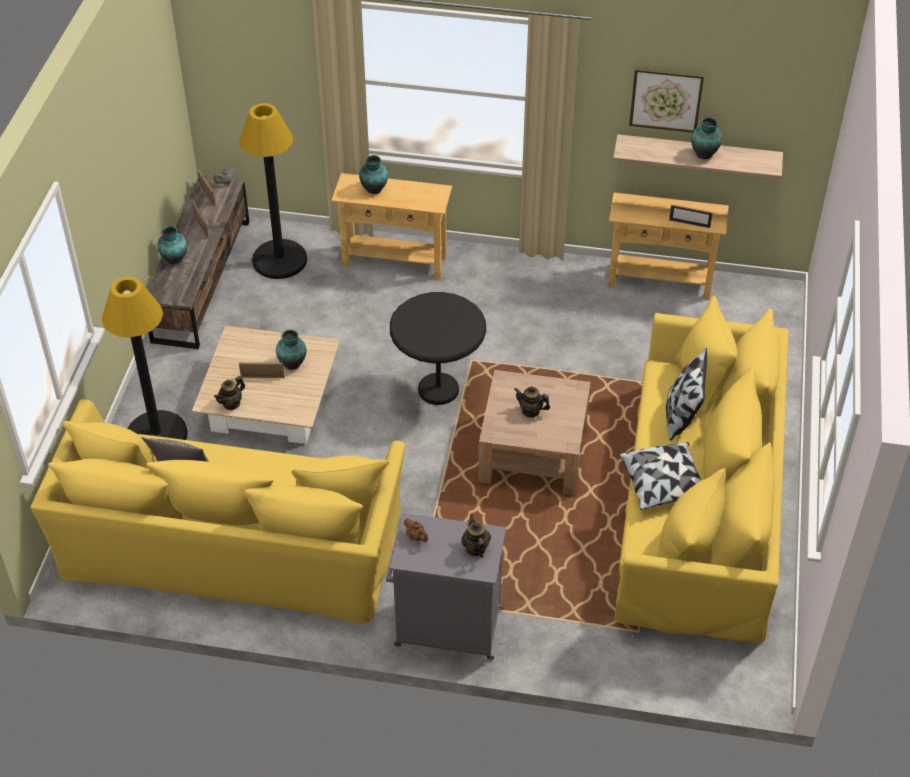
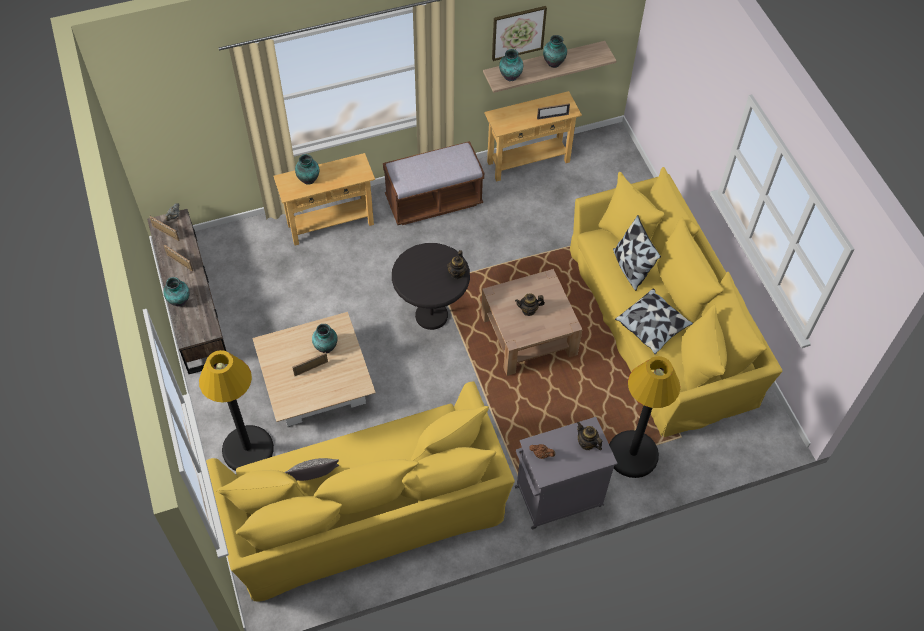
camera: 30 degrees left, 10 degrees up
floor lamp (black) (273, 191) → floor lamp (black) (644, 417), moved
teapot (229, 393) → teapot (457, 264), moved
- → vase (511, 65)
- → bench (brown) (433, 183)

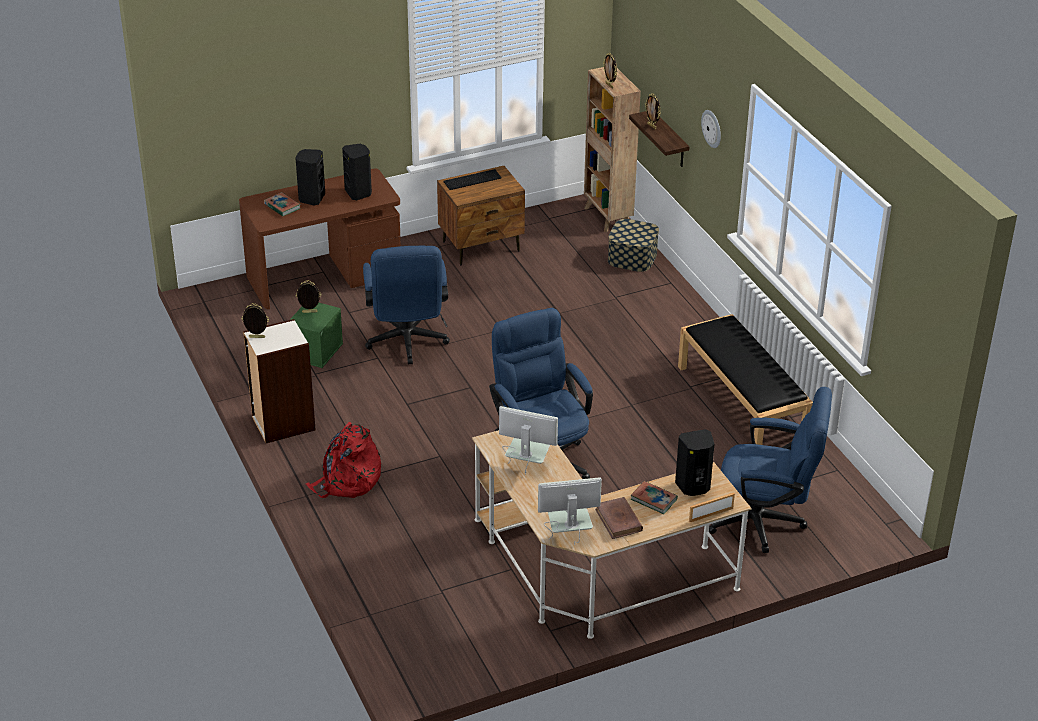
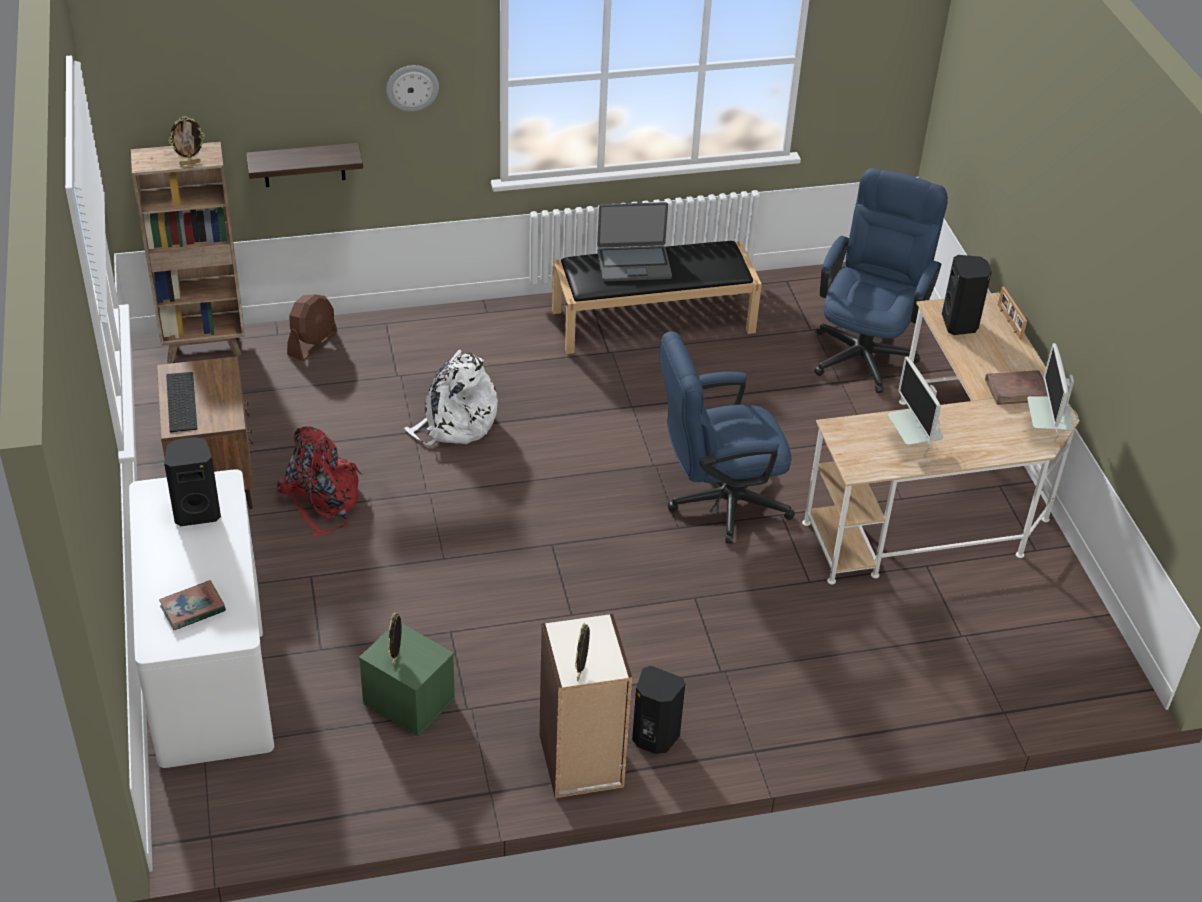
camera: 80 degrees left, 5 degrees up
picture frame (653, 111) → -
speaker (black) (310, 177) → speaker (black) (658, 710), moved
desk (brown) (320, 238) → desk (white) (202, 618)
storage box (633, 245) → fan (brown) (312, 327)
office chair (blue) (406, 305) → -
monitor (528, 440) → monitor (916, 410), 45 degrees counterclockwise
backpack (red) (343, 460) → backpack (red) (319, 481), moved
book (654, 497) → -
- → laptop (634, 241)
- → backpack (white) (451, 397)

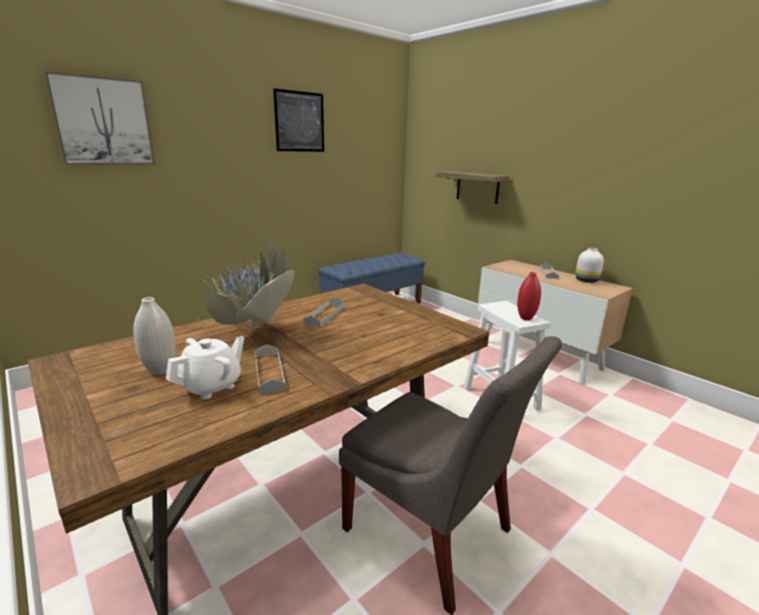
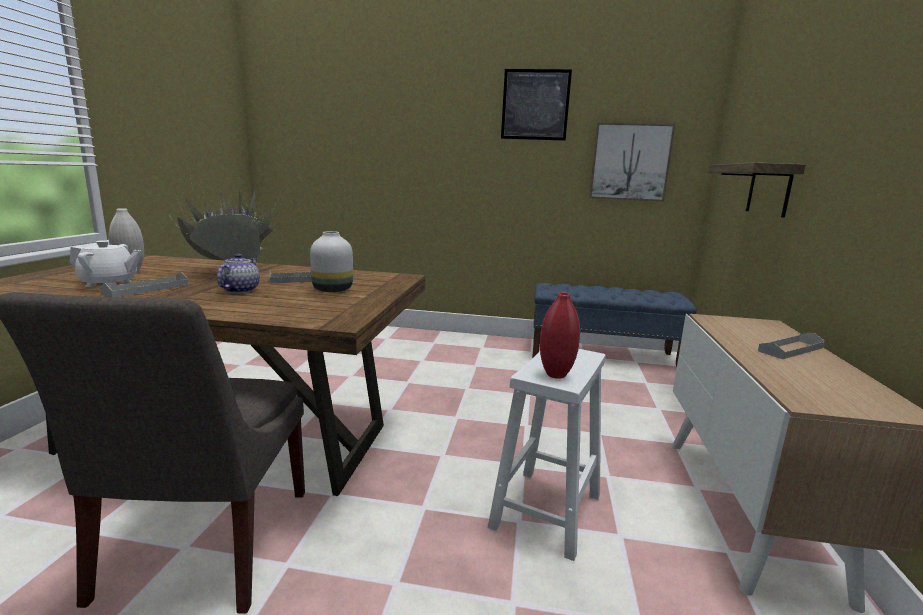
camera: 50 degrees right, 5 degrees down
picture (99, 118) → picture (632, 161), moved
vase (white) (589, 265) → vase (white) (331, 261), moved
- → teapot (238, 273)

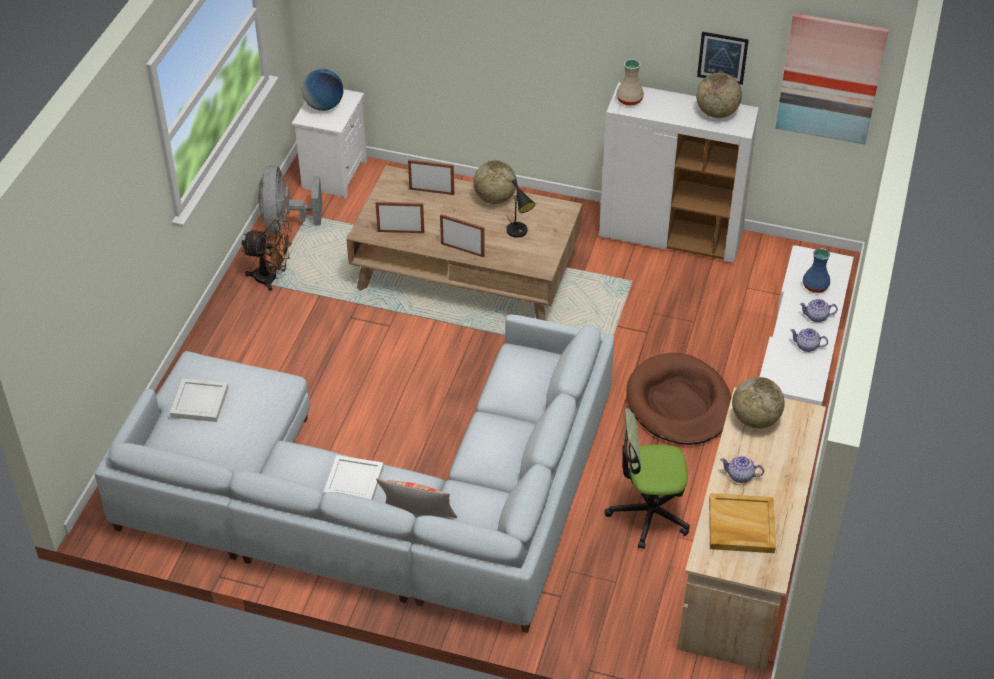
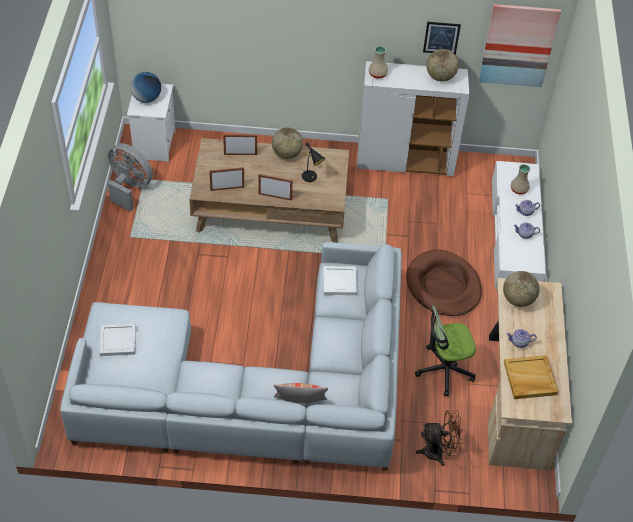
camera: 15 degrees left, 5 degrees up
fan (grey) (290, 200) → fan (grey) (130, 177), 135 degrees clockwise
fan (brown) (266, 255) → fan (brown) (439, 438), moved
vase (blue) (816, 270) → vase (beige) (520, 179)
tray (white) (353, 477) → tray (white) (340, 280), moved

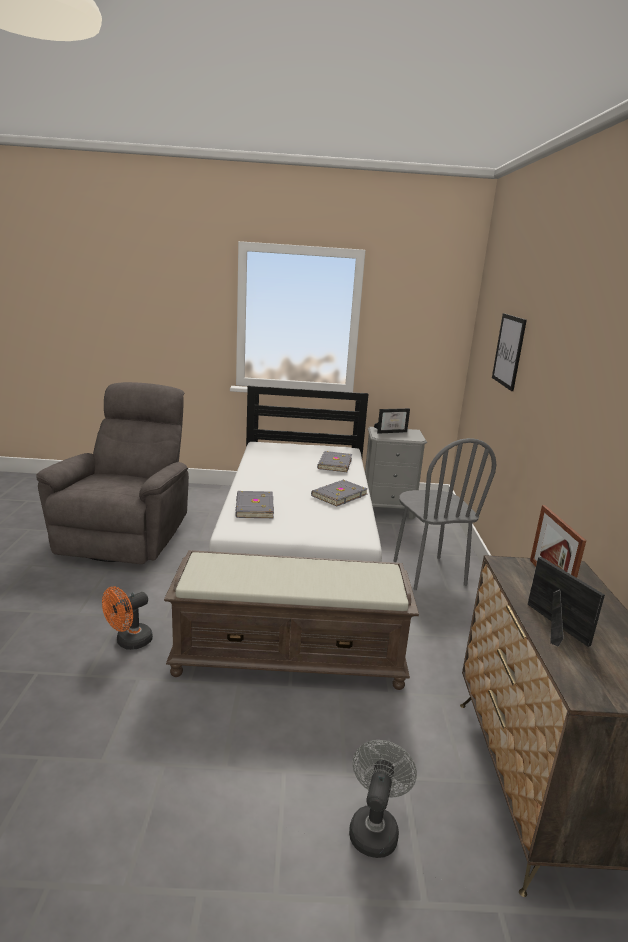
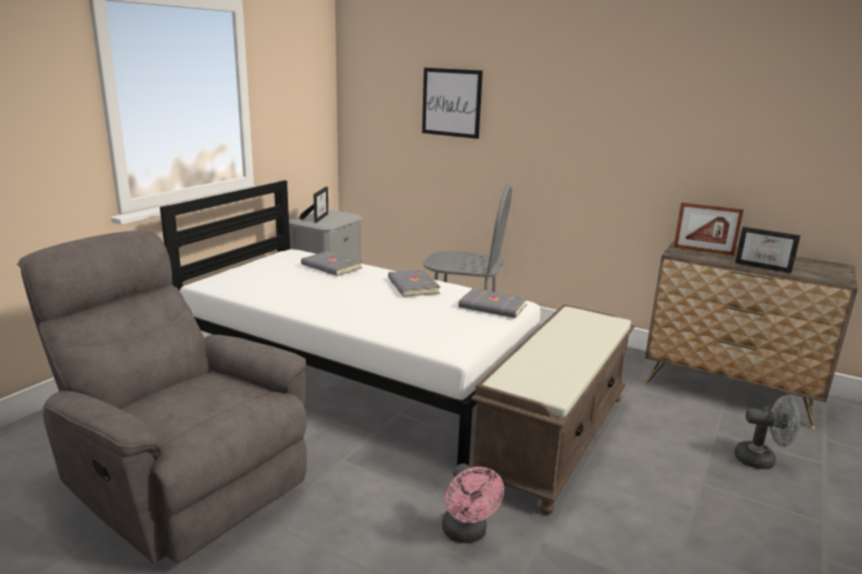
camera: 60 degrees left, 0 degrees up
book (grey) (254, 504) → book (grey) (493, 303), moved
picture frame (566, 602) → picture frame (768, 250), 150 degrees counterclockwise
fan (orange) (127, 618) → fan (pink) (473, 503)
fan (grey) (383, 799) → fan (grey) (767, 432), 150 degrees clockwise

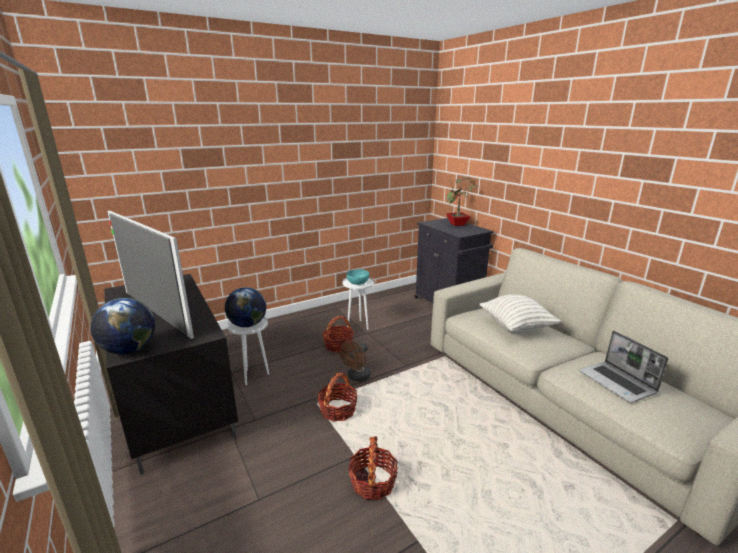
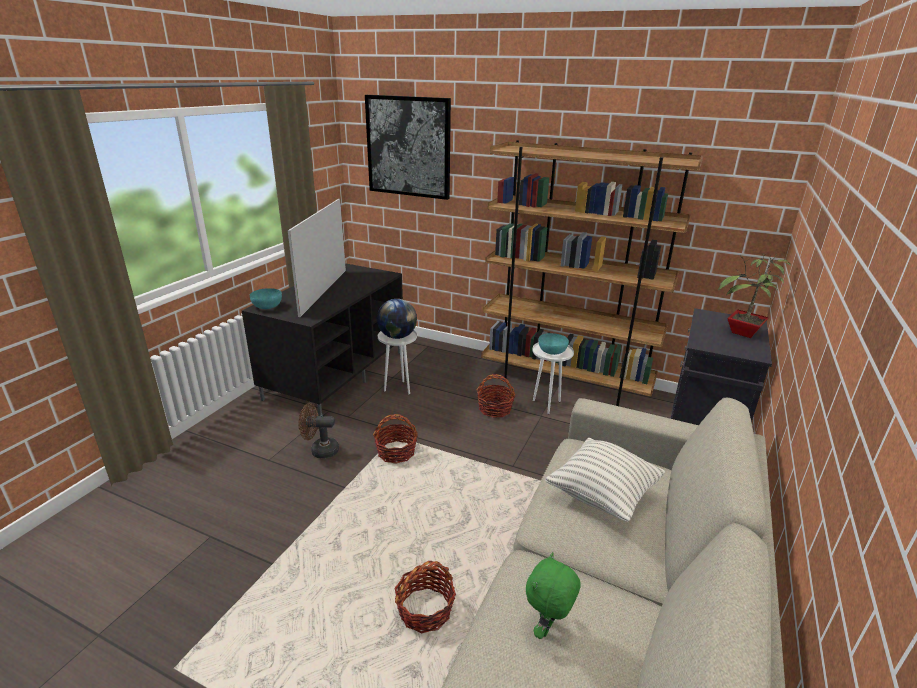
camera: 55 degrees right, 5 degrees up
globe (122, 326) → bowl (turquoise) (266, 298)
laptop (623, 367) → plush toy (green) (553, 595)
fan (brown) (355, 361) → fan (brown) (318, 430), moved
basket (373, 468) → basket (425, 597), moved
- → picture (408, 147)
- → bookcase (brown) (592, 273)

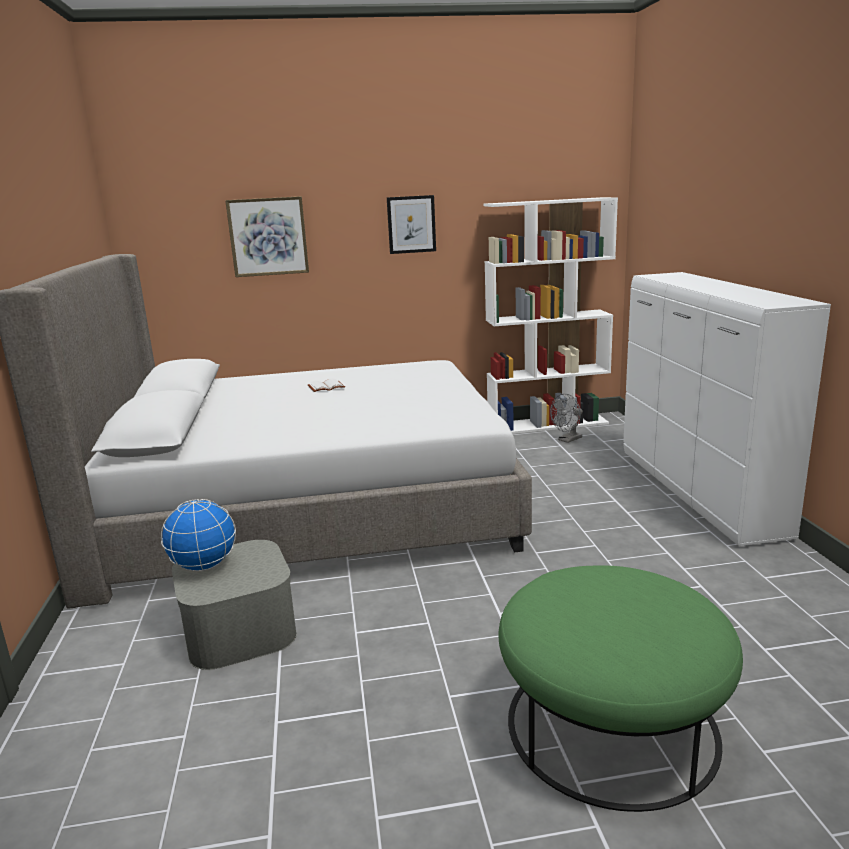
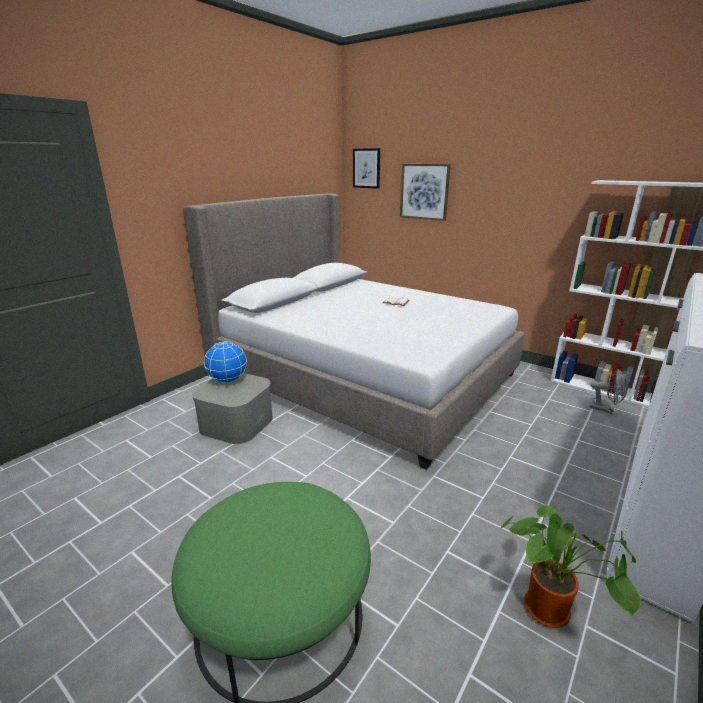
camera: 45 degrees right, 5 degrees up
picture (411, 224) → picture (366, 168), moved
fan (grey) (566, 418) → fan (grey) (609, 391), 150 degrees counterclockwise
- → potted plant (570, 566)

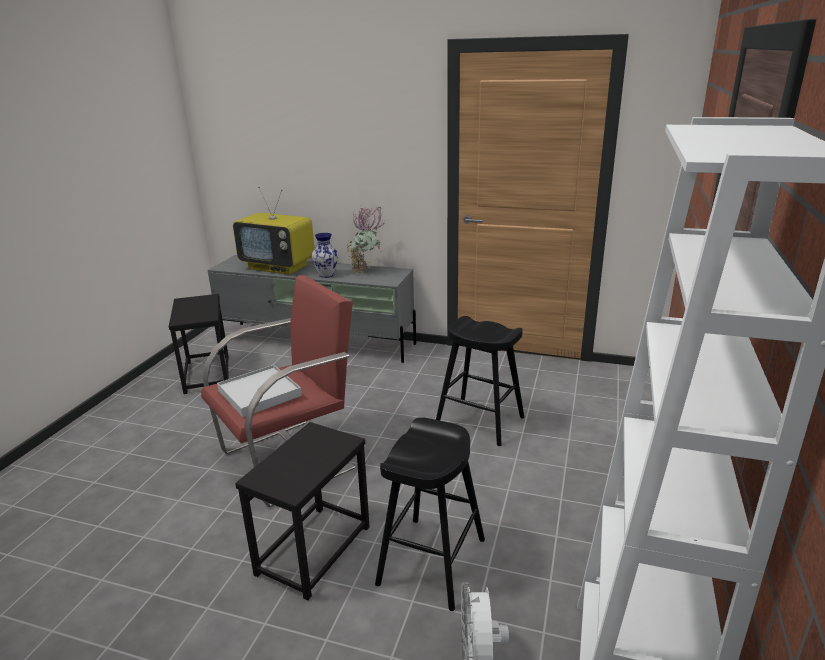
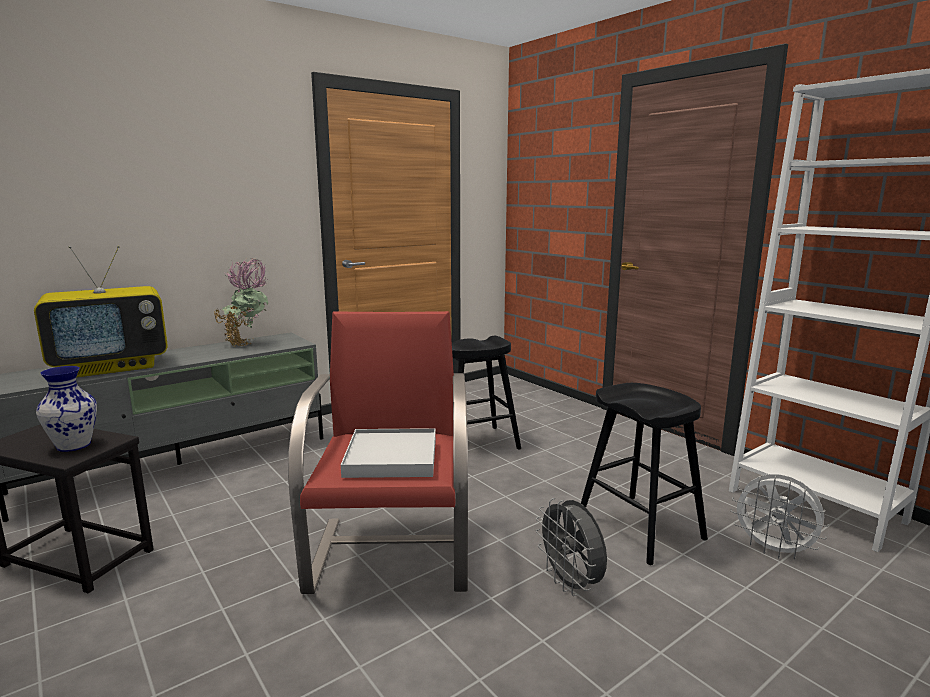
camera: 55 degrees left, 10 degrees down
vase (325, 255) → vase (66, 409), moved
side table (black) (302, 511) → fan (grey) (571, 547)

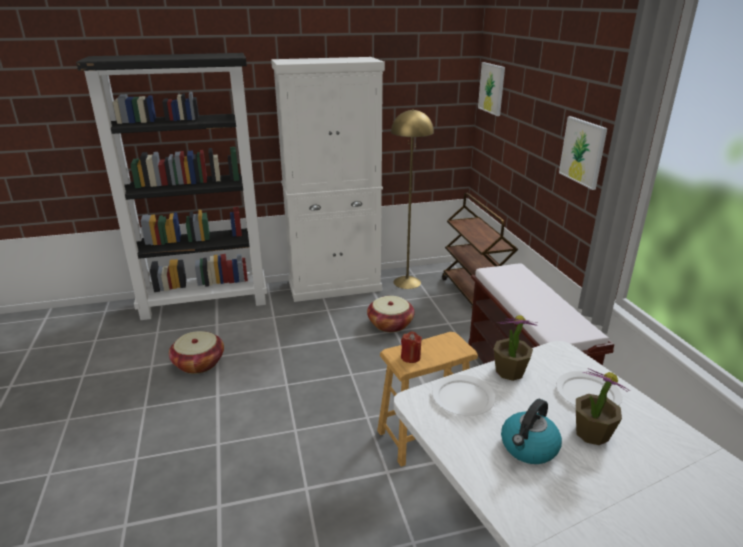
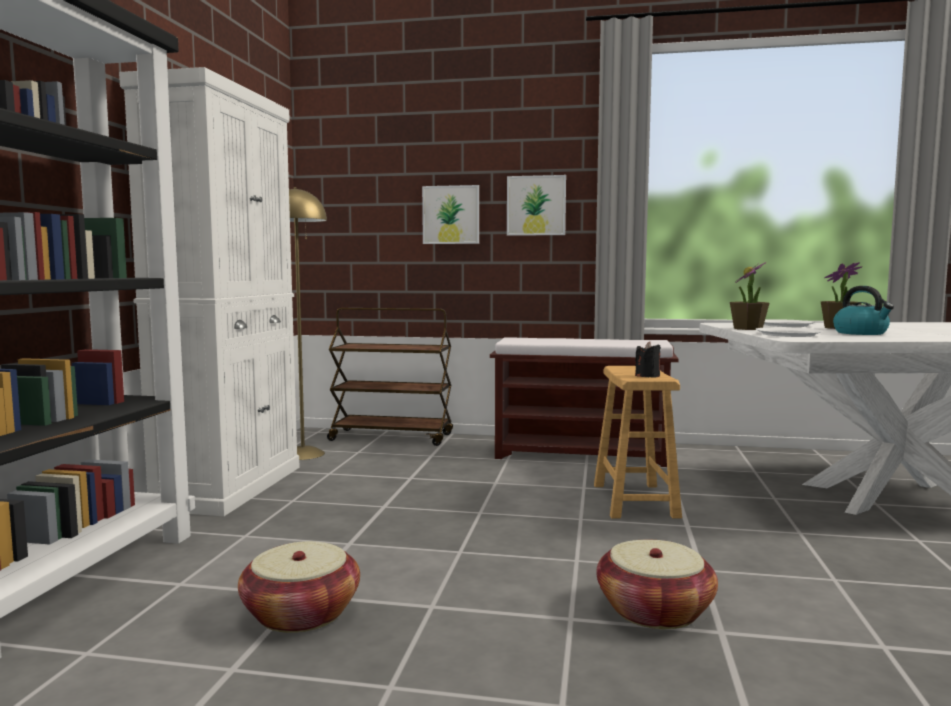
camera: 65 degrees left, 20 degrees down
picture (491, 89) → picture (450, 214), moved
basket (391, 314) → basket (657, 584), moved
candle (red) (411, 347) → candle (black) (648, 359)

